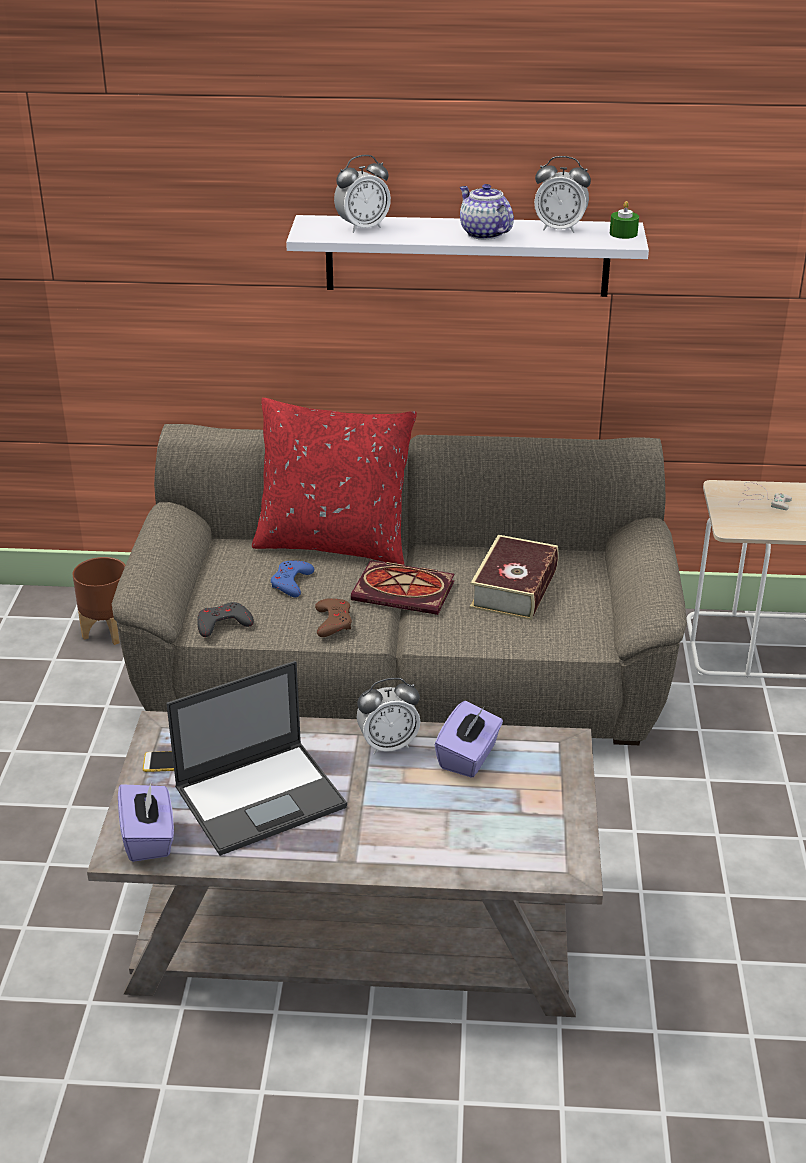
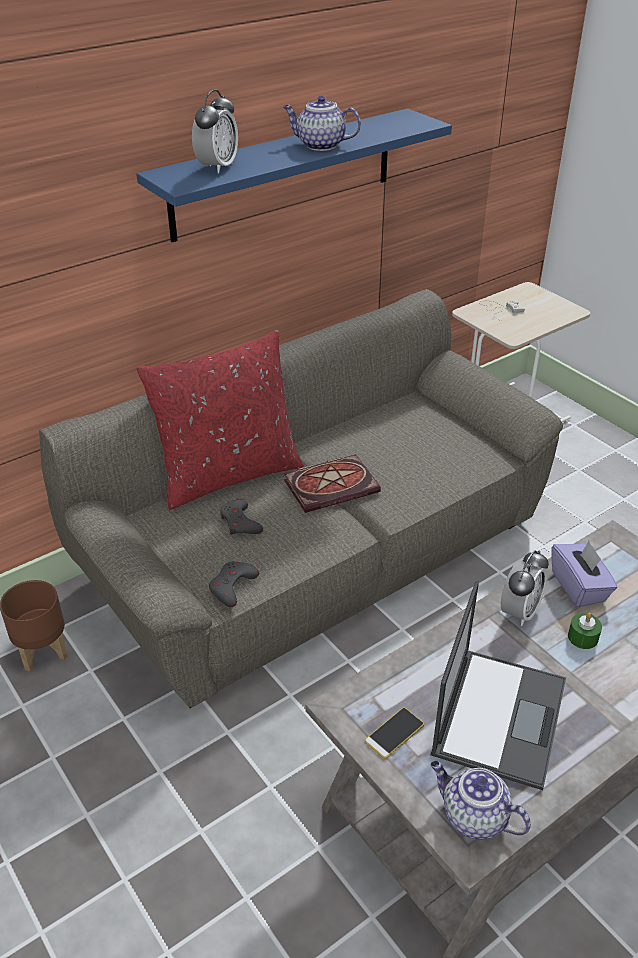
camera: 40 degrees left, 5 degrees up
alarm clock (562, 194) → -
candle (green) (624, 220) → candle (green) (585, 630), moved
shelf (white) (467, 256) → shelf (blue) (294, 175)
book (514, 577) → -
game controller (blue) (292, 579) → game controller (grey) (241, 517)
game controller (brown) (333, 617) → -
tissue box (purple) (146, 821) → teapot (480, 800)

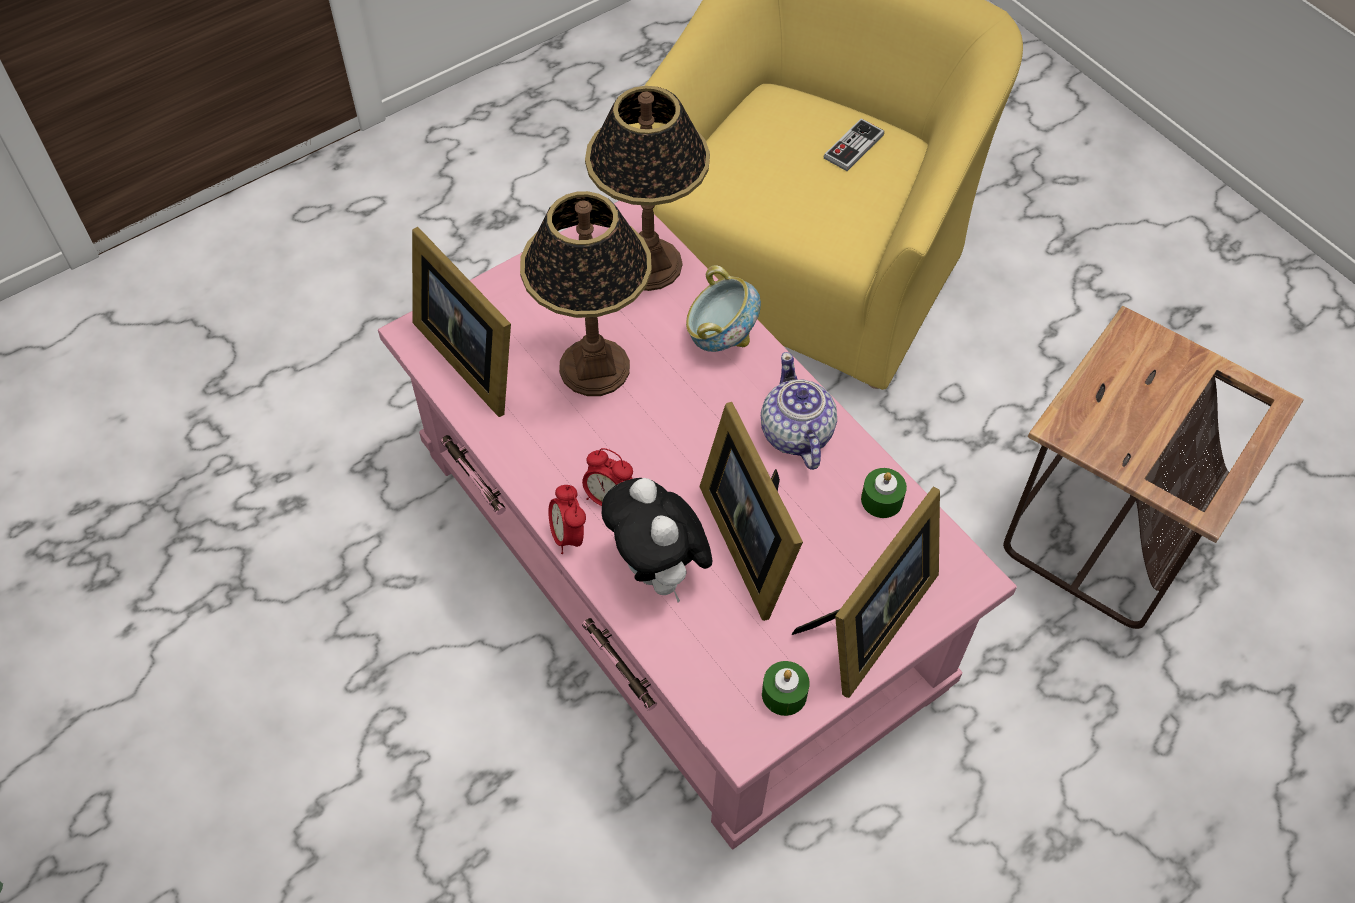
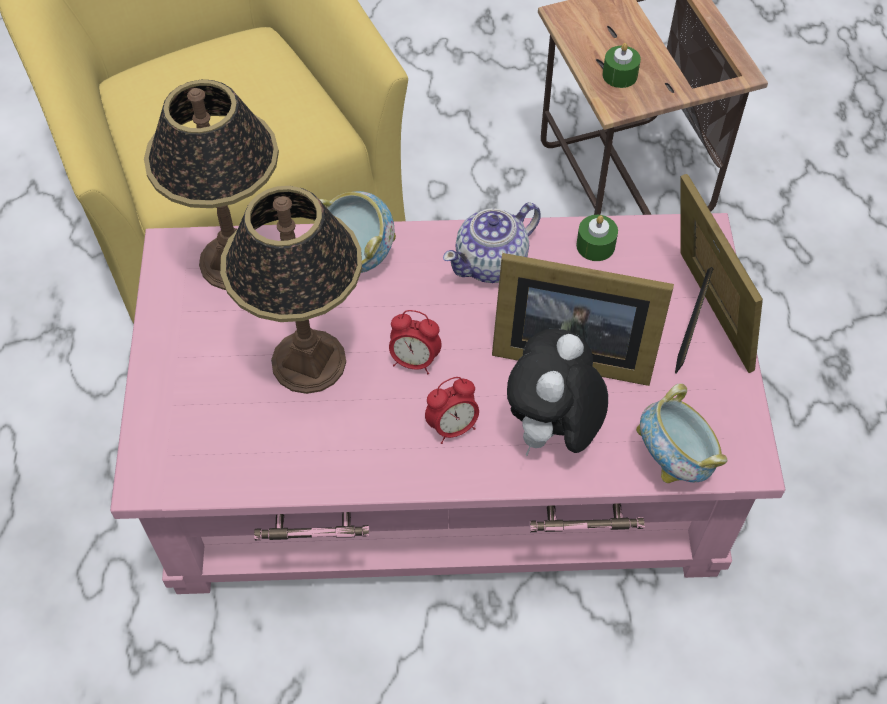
camera: 55 degrees left, 0 degrees up
game controller (853, 144) → -
picture frame (461, 322) → -
teapot (799, 411) → teapot (492, 243), 60 degrees counterclockwise
plush toy (657, 540) → plush toy (557, 392), 105 degrees clockwise
alarm clock (567, 519) → alarm clock (415, 342), moved
candle (green) (786, 688) → candle (green) (622, 65), moved
- → bowl (681, 433)

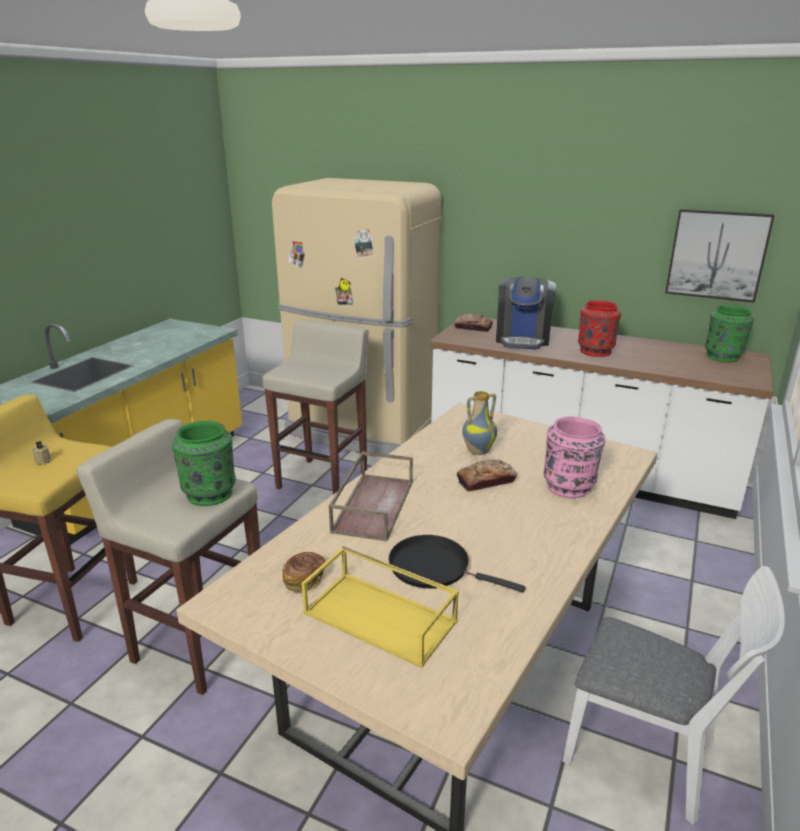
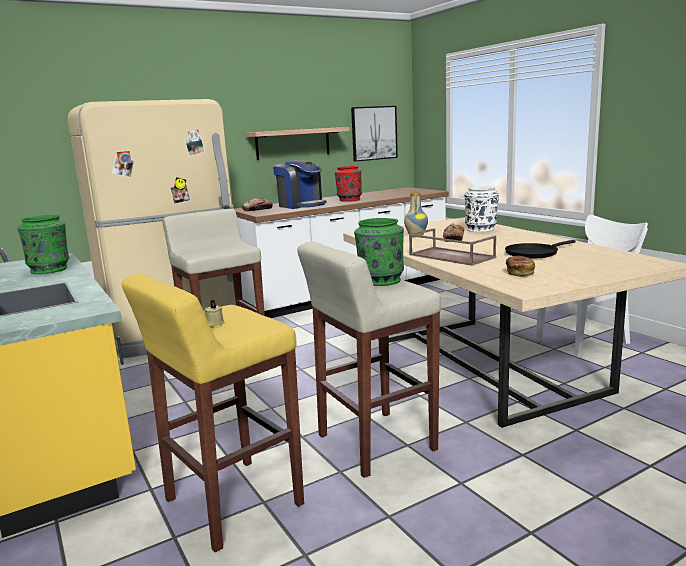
camera: 55 degrees left, 10 degrees down
vase (green) (729, 333) → vase (green) (43, 244), moved
vase (pink) (574, 457) → vase (white) (481, 209)
tray (yellow) (380, 607) → -
- → shelf (297, 143)

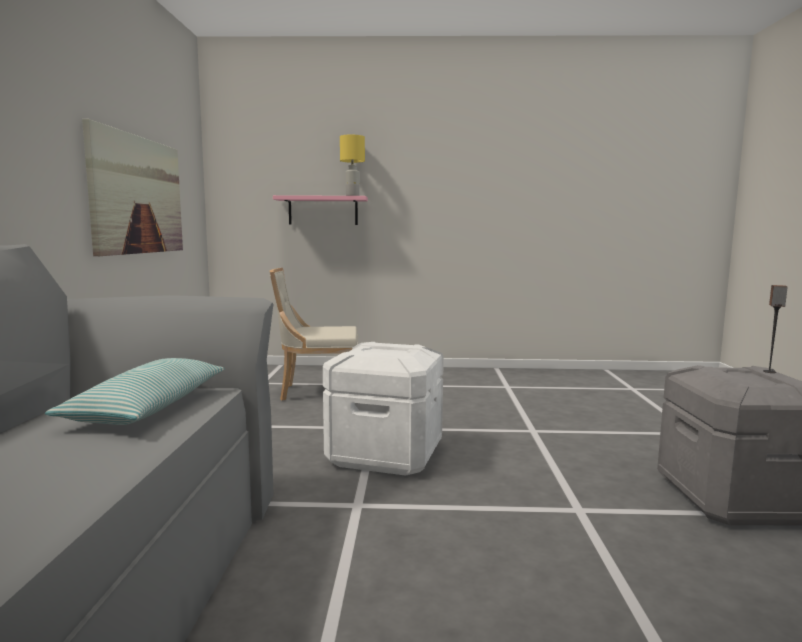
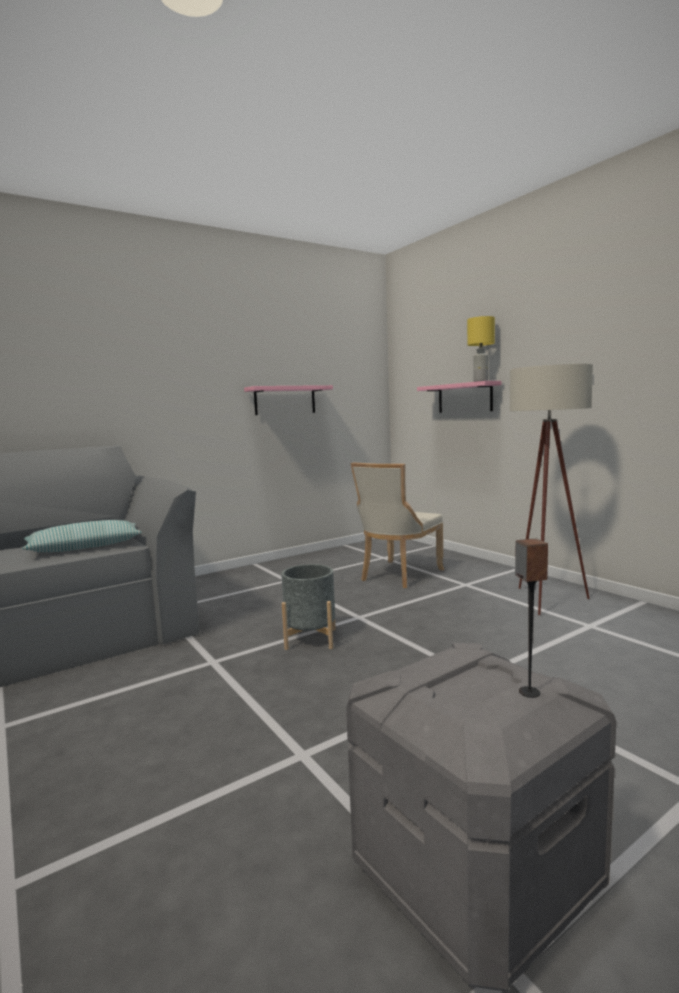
camera: 55 degrees right, 0 degrees up
picture (132, 187) → shelf (pink) (288, 400)
chair (beige) (314, 334) → chair (beige) (397, 525), 105 degrees counterclockwise
storage box (white) (383, 409) → planter (grey) (308, 607)
- → floor lamp (beige) (551, 489)

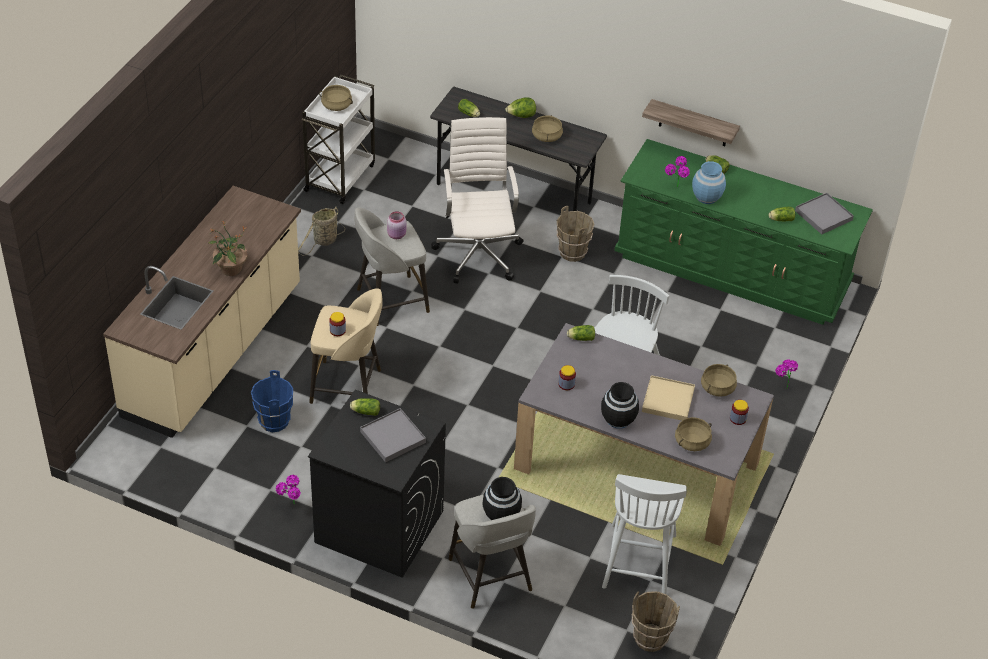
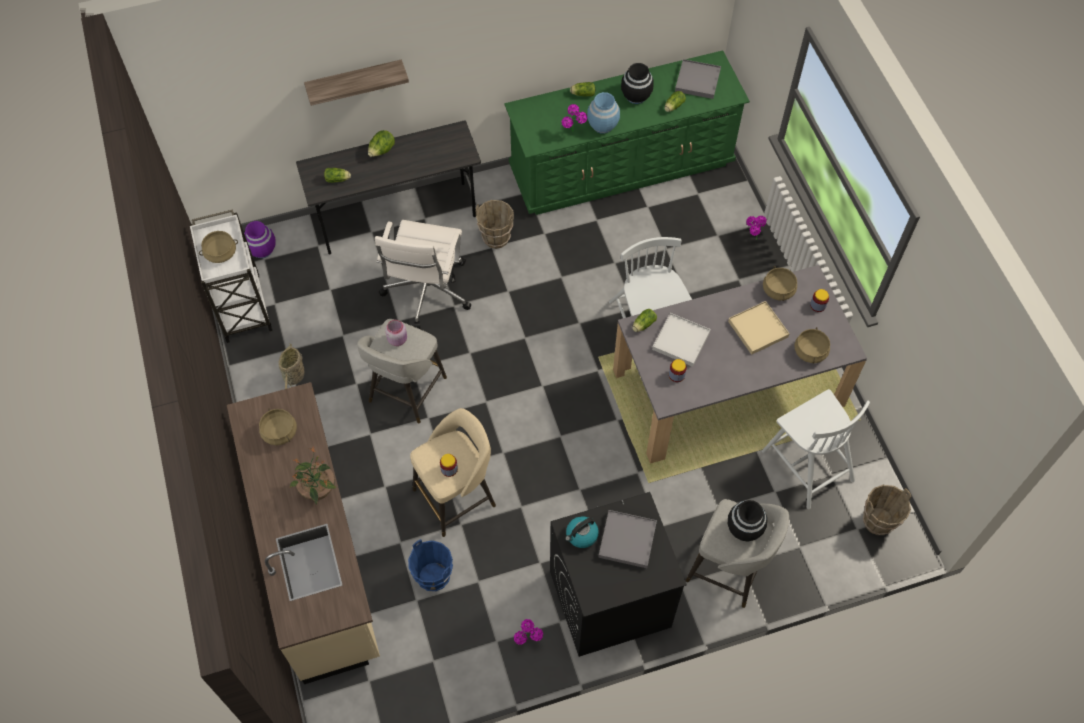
camera: 40 degrees left, 15 degrees up
shelf (691, 122) → shelf (356, 82), moved
cooking pot (beige) (547, 128) → cooking pot (beige) (278, 426), moved
office chair (white) (477, 200) → office chair (white) (423, 274), 120 degrees counterclockwise
vase (black) (620, 405) → vase (black) (637, 83), moved
lettuce (365, 407) → kettle (582, 532)
- → vase (purple) (259, 239)
- → tray (white) (681, 340)

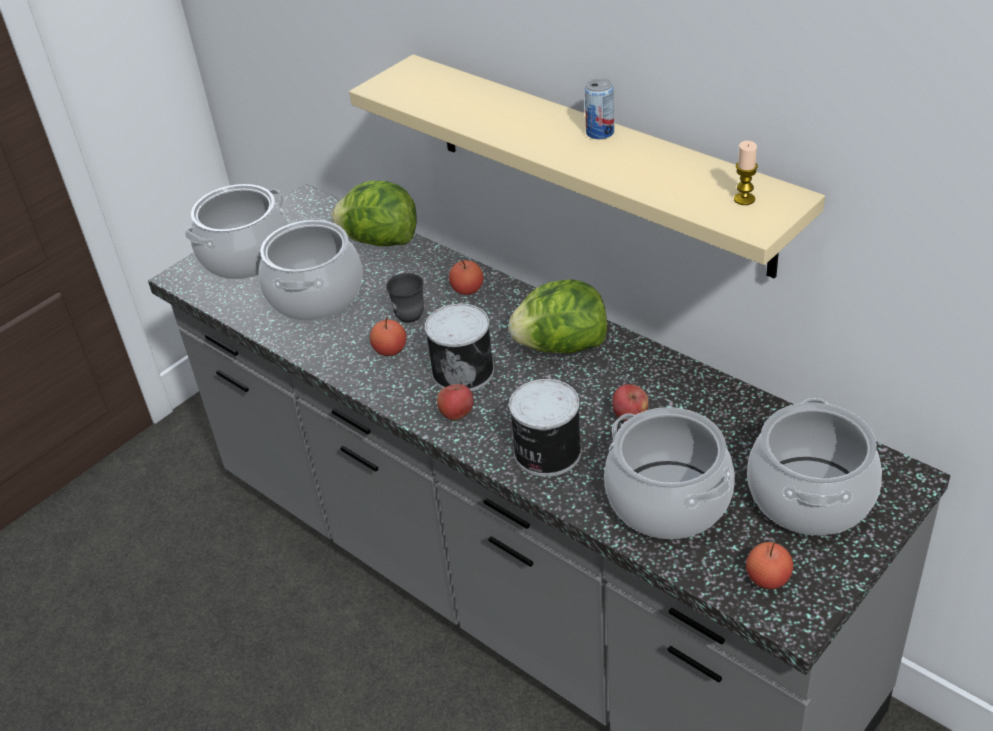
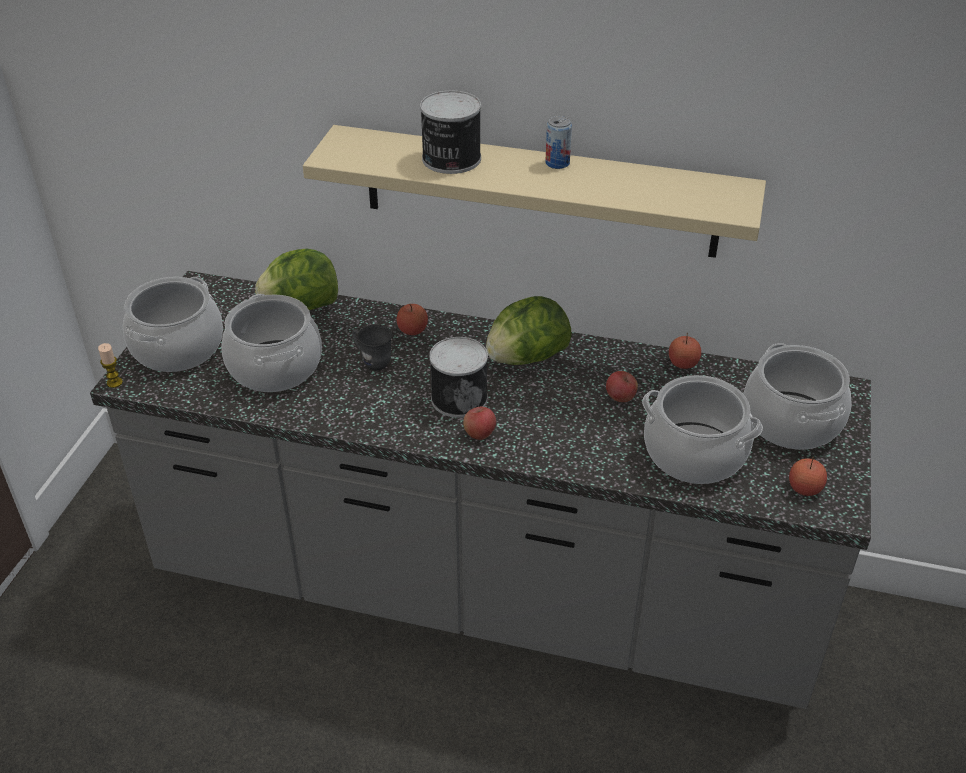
camera: 30 degrees left, 0 degrees up
candle (746, 173) → candle (110, 365), moved
apple (388, 336) → apple (685, 351), moved
can (545, 428) → can (450, 132), moved

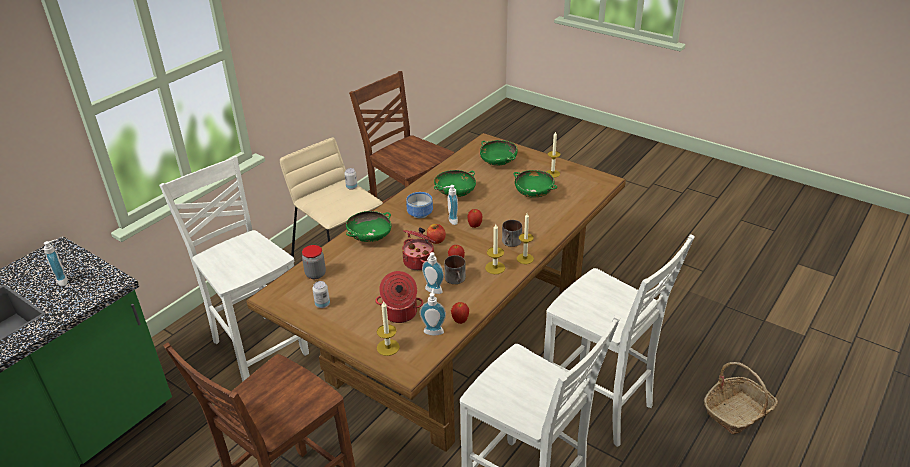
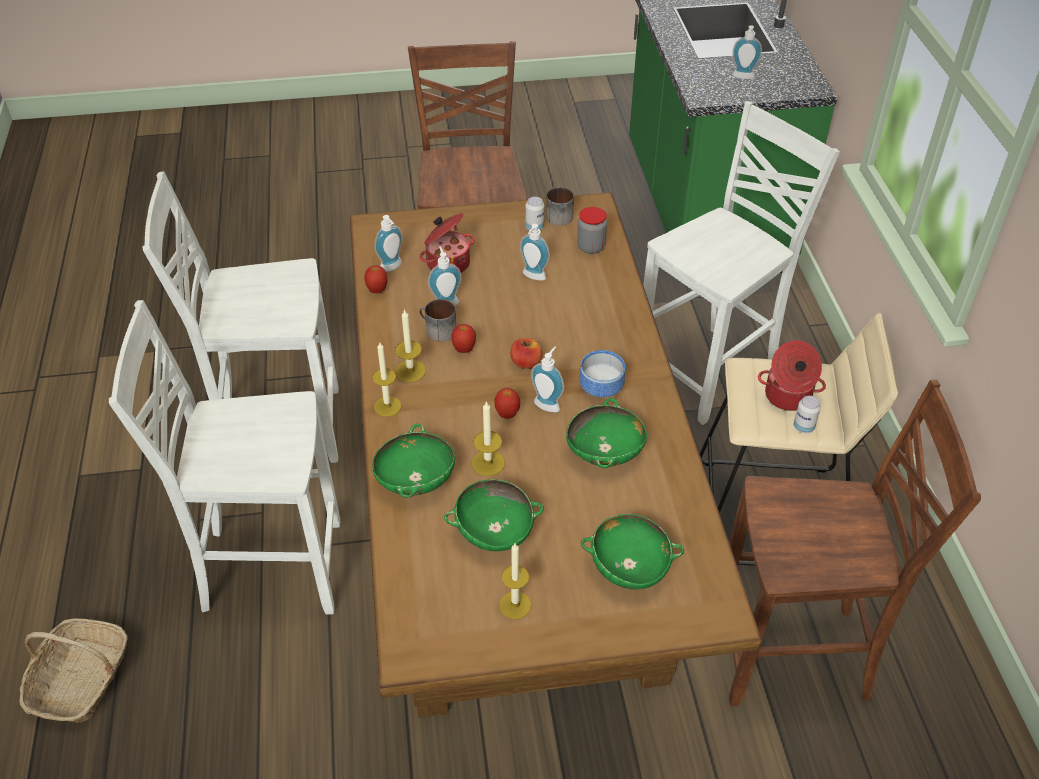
camera: 135 degrees right, 10 degrees up
chair (white) (234, 269) → chair (white) (741, 263), 45 degrees counterclockwise
bowl (green) (368, 226) → bowl (green) (413, 461), moved
mug (512, 233) → mug (560, 206), moved
cooking pot (419, 249) → cooking pot (792, 375), moved
candle (388, 328) → candle (488, 438), moved
- → soap dispenser (535, 252)

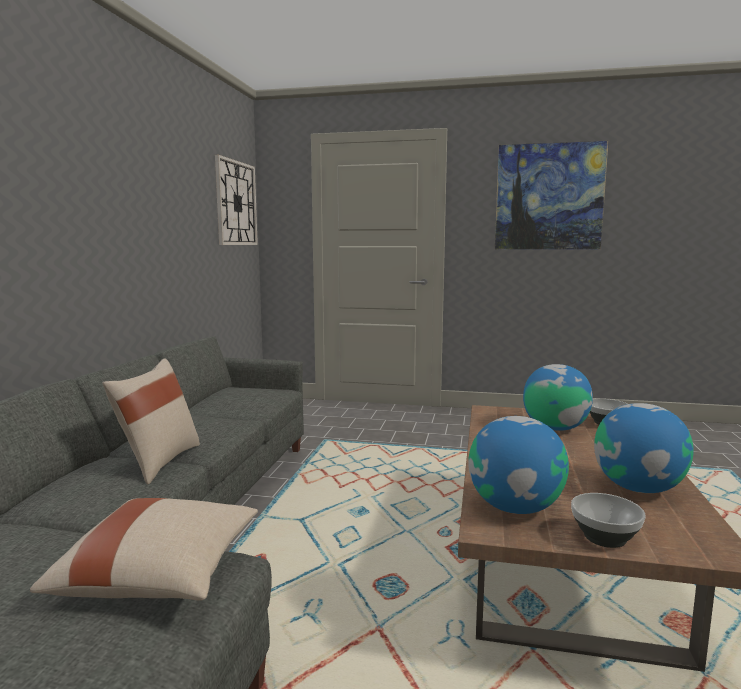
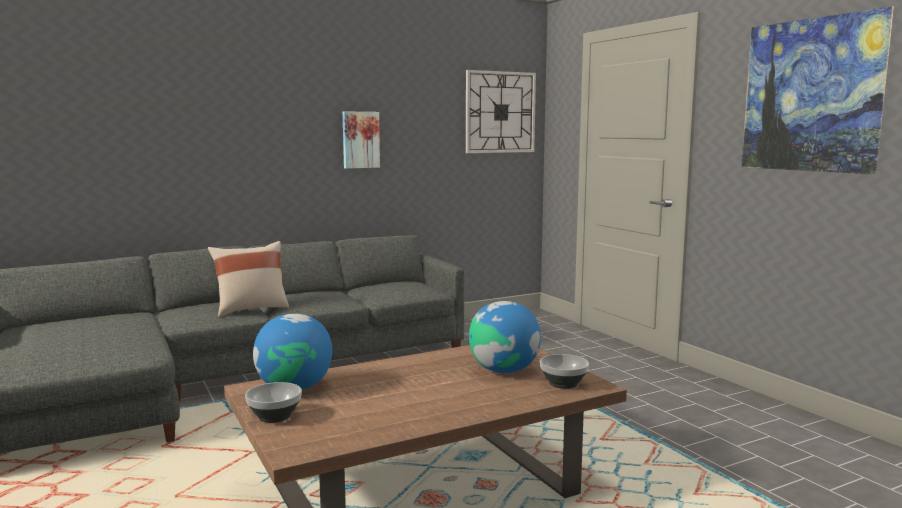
camera: 50 degrees right, 0 degrees up
globe (644, 448) → -
pillow (beige) (144, 549) → -
- → picture (361, 140)

